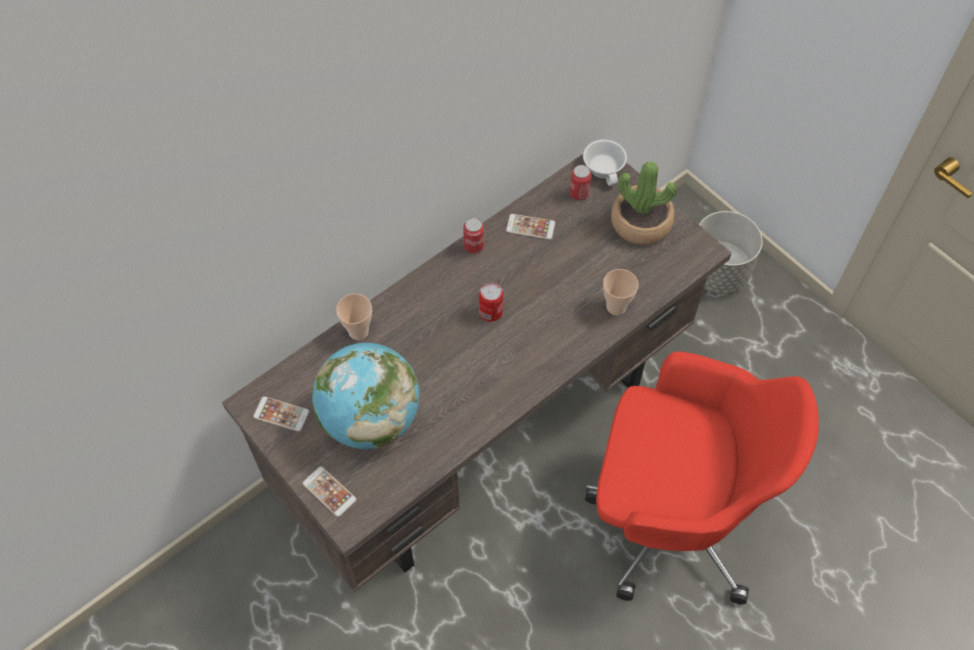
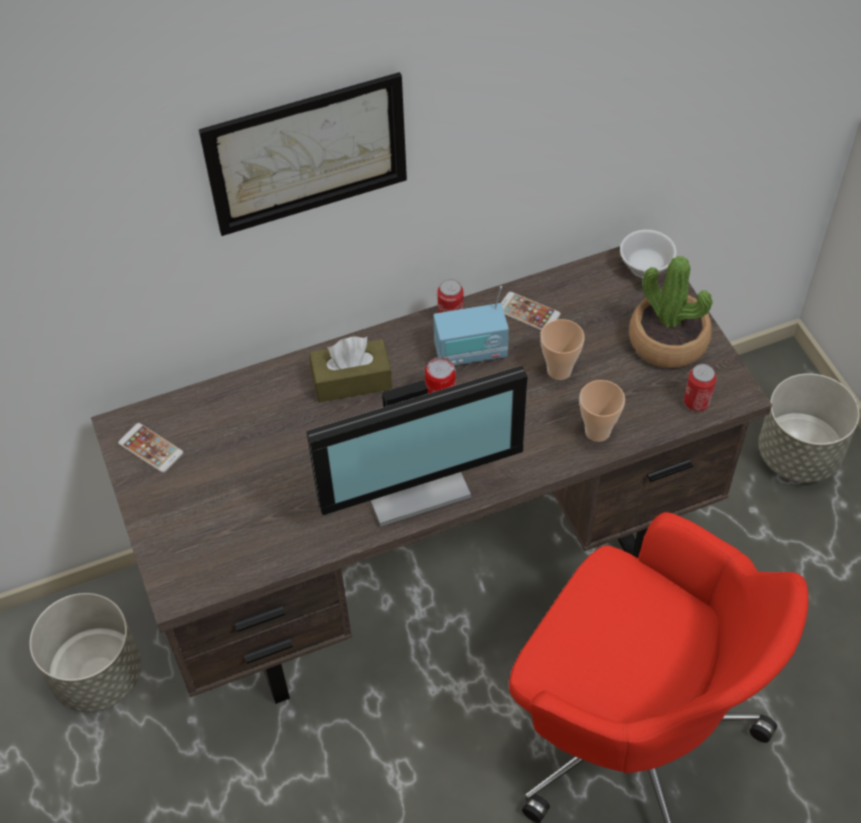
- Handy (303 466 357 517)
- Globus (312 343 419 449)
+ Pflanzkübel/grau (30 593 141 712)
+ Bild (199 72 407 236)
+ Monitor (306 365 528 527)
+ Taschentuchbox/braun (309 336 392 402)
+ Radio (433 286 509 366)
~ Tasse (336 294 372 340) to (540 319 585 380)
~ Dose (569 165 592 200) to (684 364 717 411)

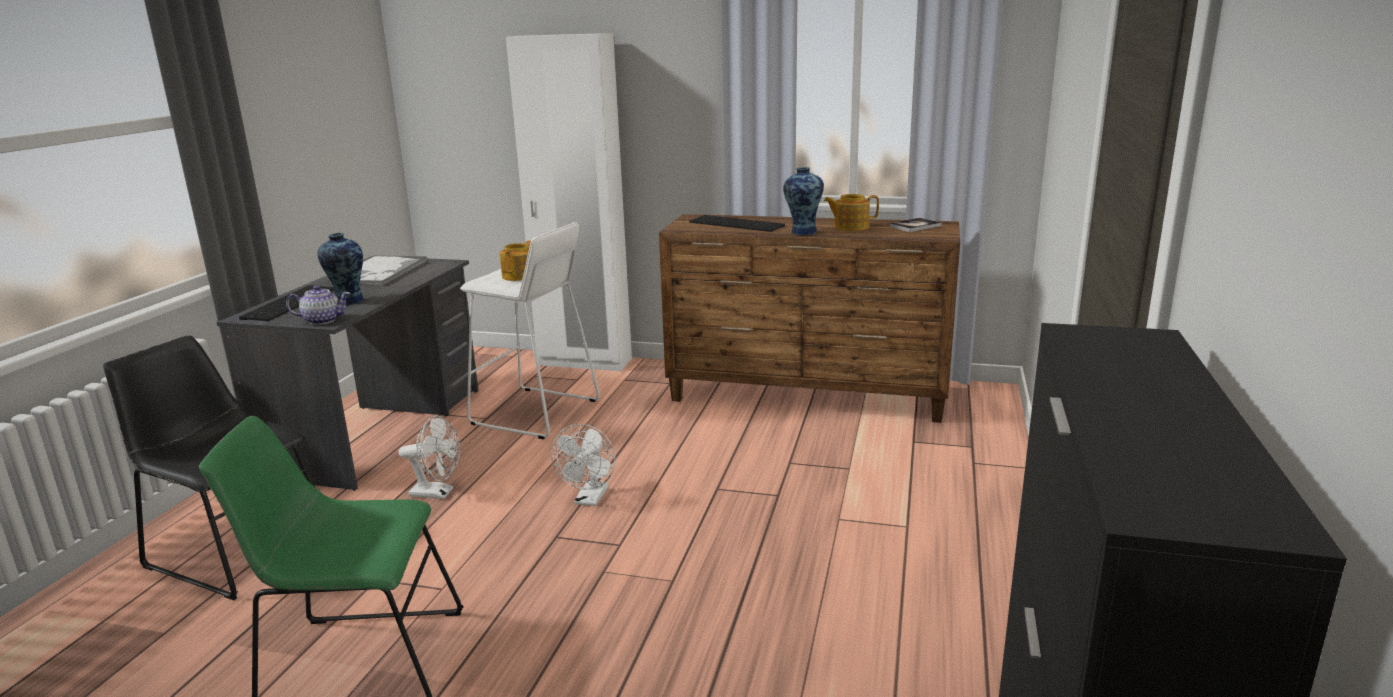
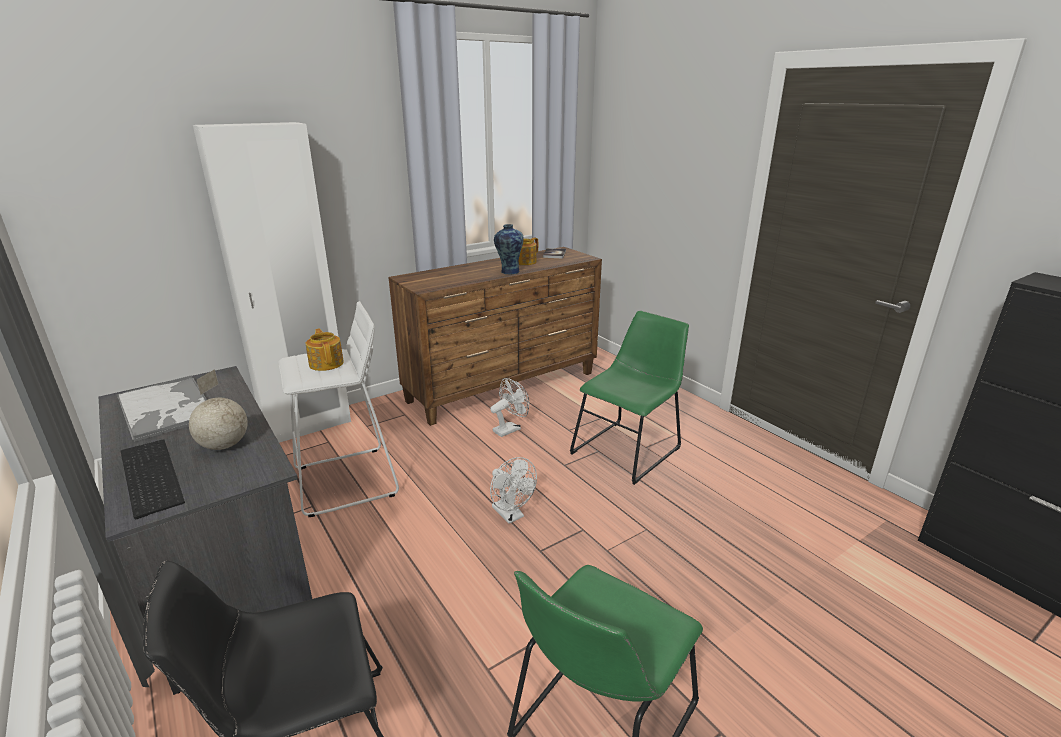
- Teekanne (286 285 350 325)
- Tastatur (689 215 785 232)
+ Stuhl/grün (570 311 689 485)
~ Ventilator/weiß (399 415 460 499) to (490 378 529 437)
~ Vase (317 233 364 305) to Globus (189 369 248 450)

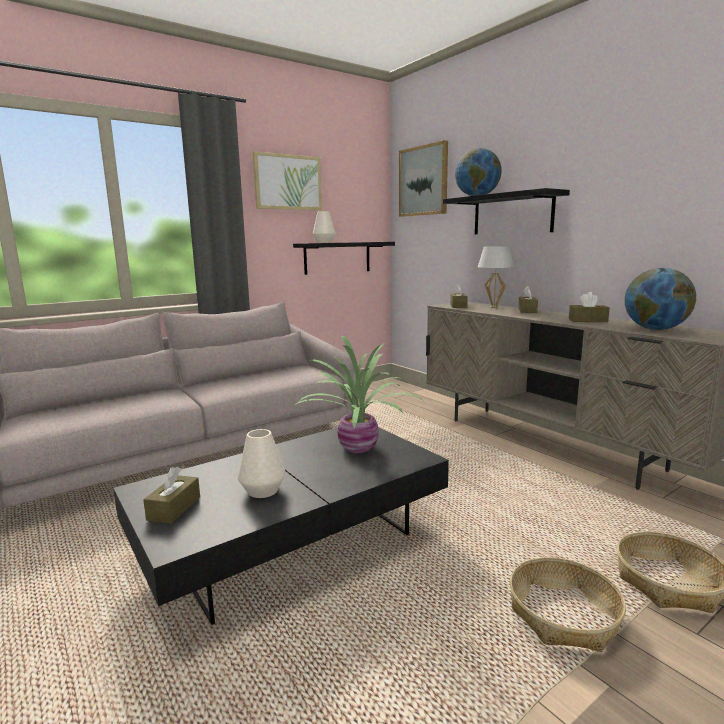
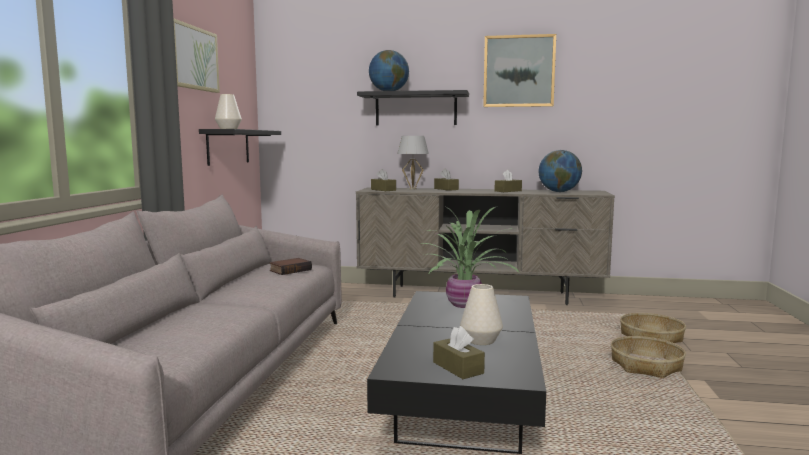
+ Buch (269 258 312 275)
~ Bild (399 140 448 217) to (483 34 556 107)

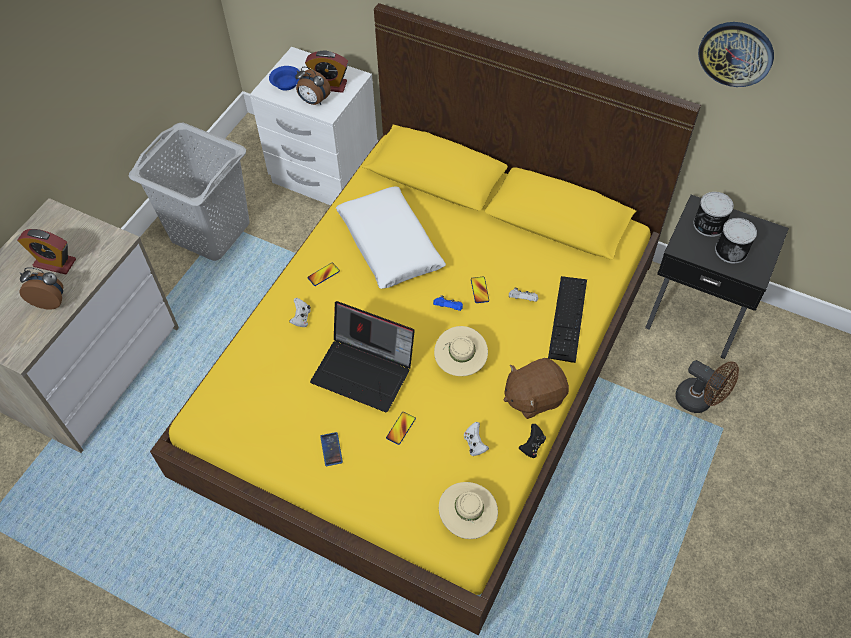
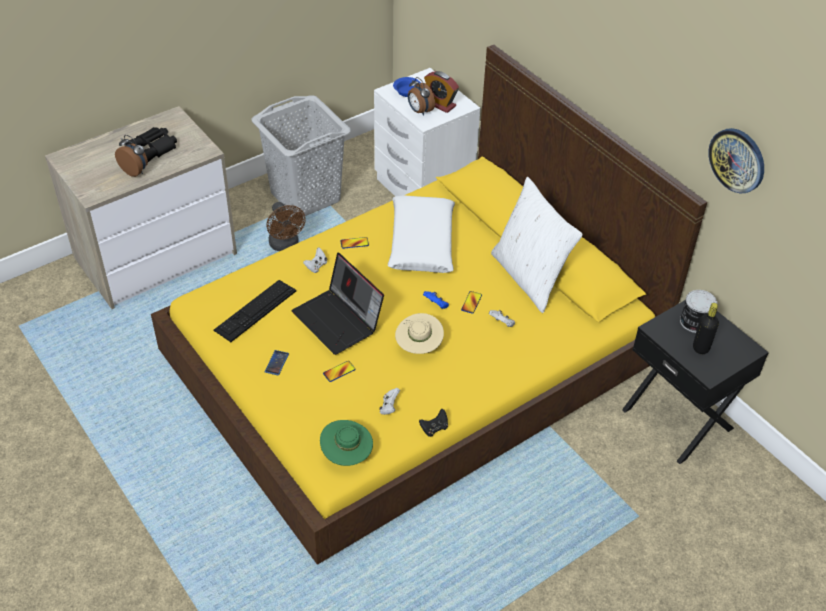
- Plüschtier/braun (503 358 569 419)
+ Kissen/weiß (491 177 583 313)
~ Tastatur (548 276 587 363) to (213 280 296 342)
~ Ventilator/braun (675 360 739 413) to (266 202 306 251)
~ Wecker (17 229 76 274) to Fernglas/schwarz (126 127 177 162)
~ Dose (715 218 757 264) to Flasche/schwarz (693 303 719 354)
~ Hut/beige (439 482 498 539) to Hut/grün (320 420 373 466)

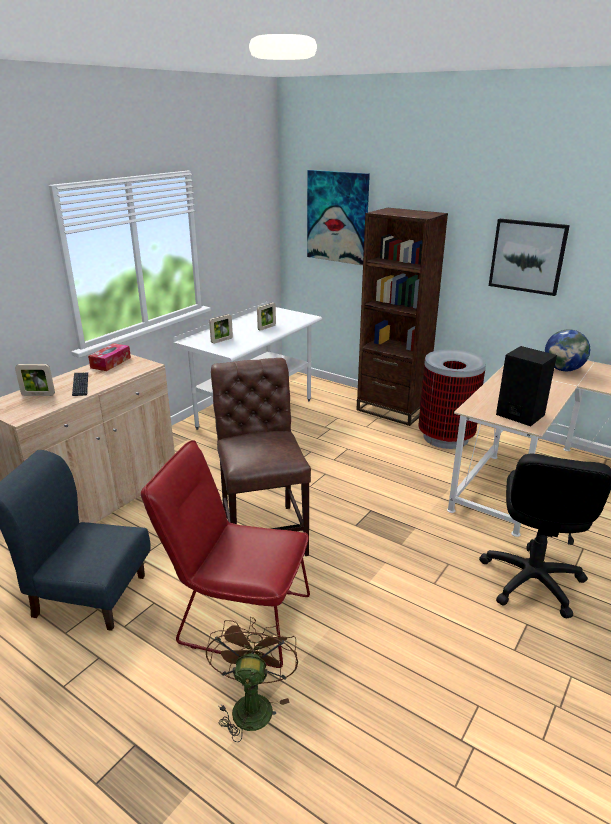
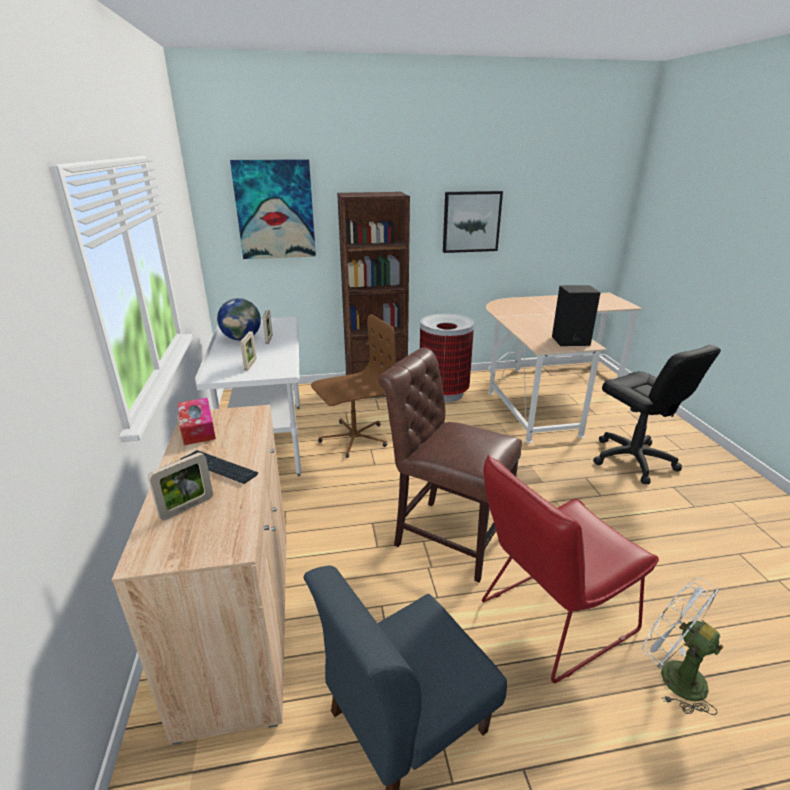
+ Bürostuhl/braun (311 314 396 458)
~ Globus (545 329 590 371) to (217 298 261 340)
~ Ventilator/braun (206 617 298 742) to Ventilator/weiß (643 577 723 715)

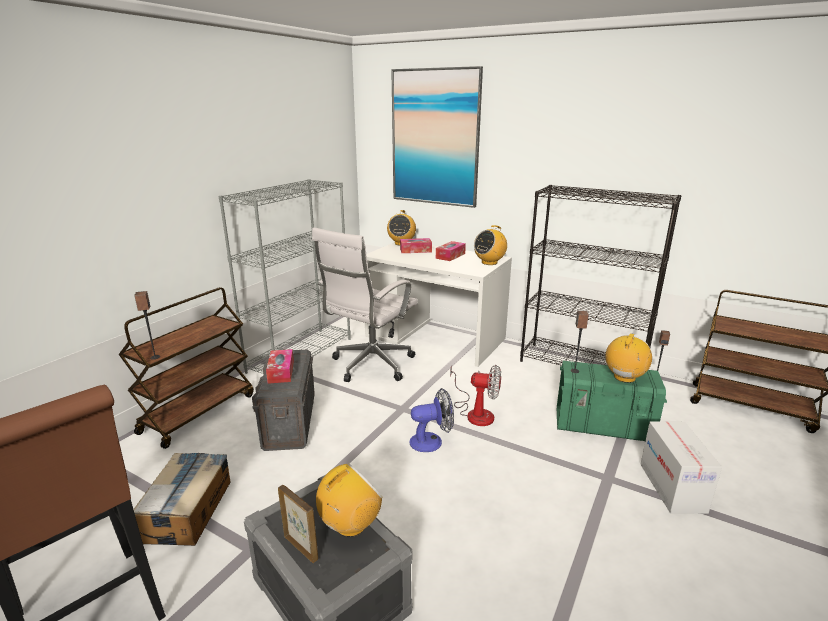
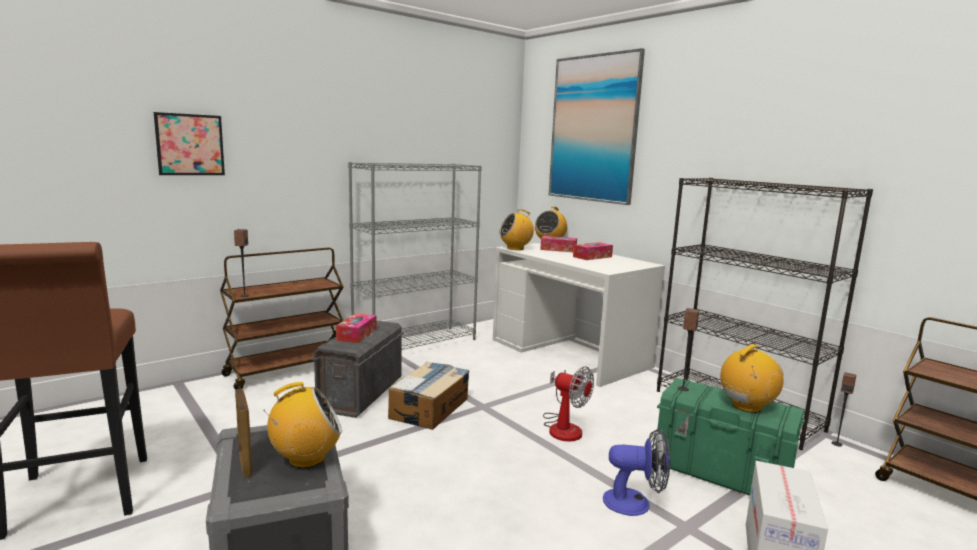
- Bürostuhl/weiß (312 228 418 382)
+ Bild (154 112 225 175)
~ Karton (133 453 231 546) to (388 361 469 430)
~ Ventilator (410 388 454 452) to (603 428 670 516)
~ Radio (474 225 507 265) to (499 209 534 250)

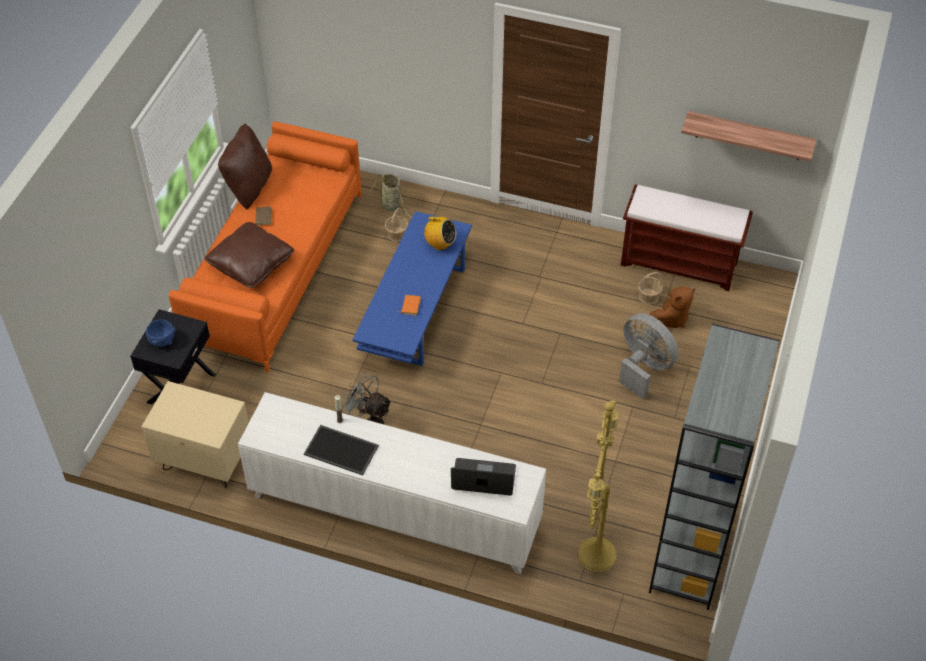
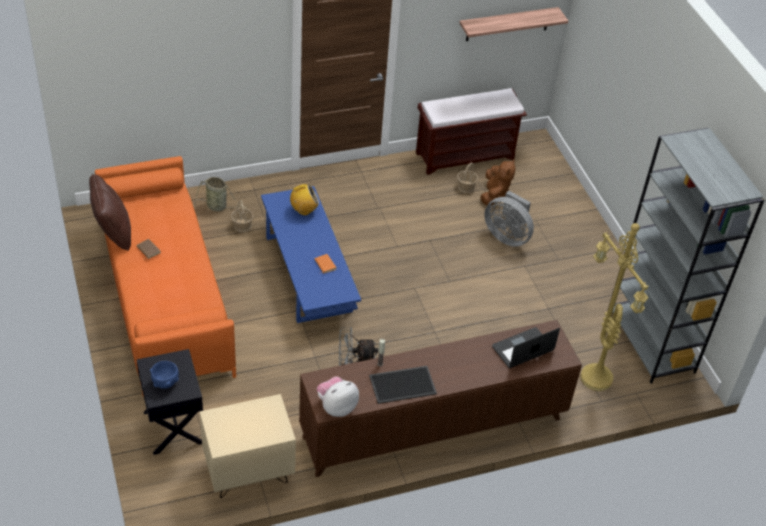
- Kissen/braun (205 222 294 288)
+ Plüschtier (317 376 359 417)
~ Schrank/weiß (238 392 546 574) to Schrank/braun (299 320 582 477)
~ Ventilator/grau (619 313 678 399) = (484 191 534 247) 150 degrees counterclockwise

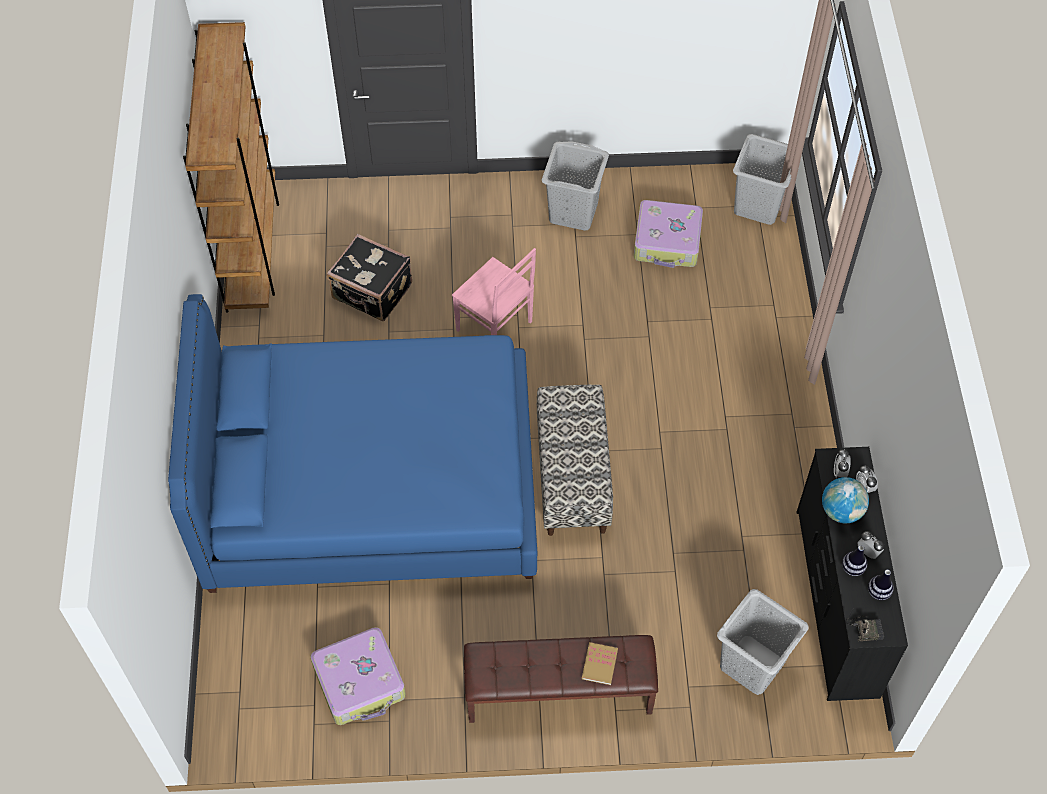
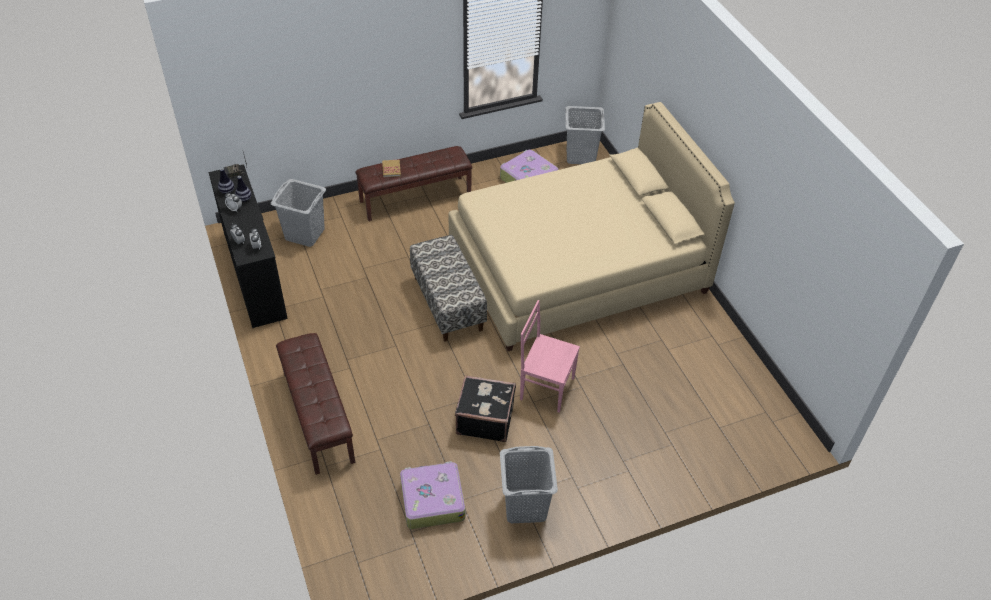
- Bücherregal/braun (183 22 279 313)
- Globus (822 477 869 523)
+ Bank/braun (276 333 355 475)
~ Koffer/schwarz (327 234 412 321) to (455 375 516 442)
~ Wäschekorb/grau (733 134 791 225) to (565 106 605 164)
~ Bett/blau (168 294 537 593) to Bett/beige (448 102 735 351)

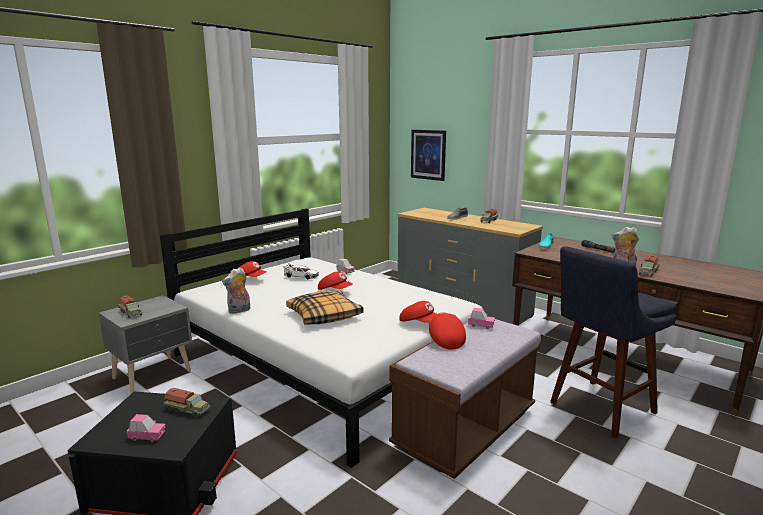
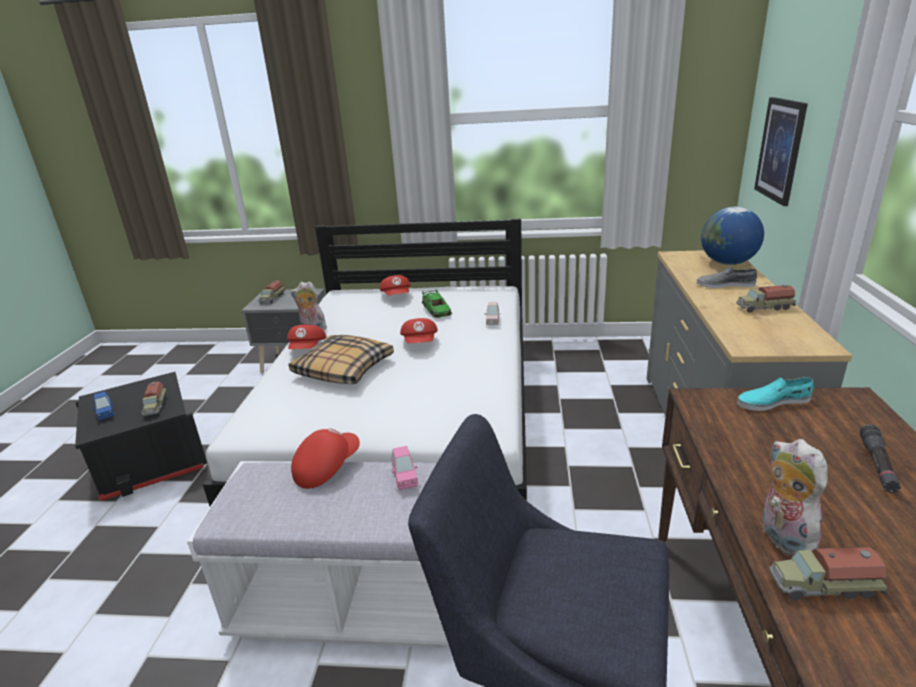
+ Globus (701 207 764 265)
~ Kappe/rot (399 301 437 323) to (287 325 326 349)
~ Spielzeugauto/rosa (126 414 166 442) to Spielzeugauto/blau (93 392 114 420)
~ Spielzeugauto/weiß (283 263 319 279) to Spielzeugauto/grün (422 289 452 318)
~ Bank/braun (389 319 542 479) to Bank/weiß (187 461 449 648)

